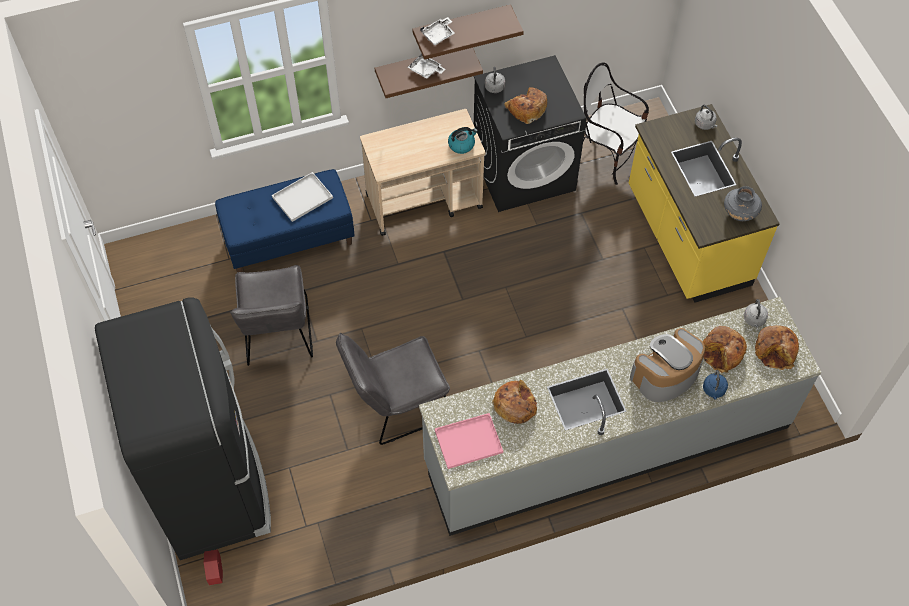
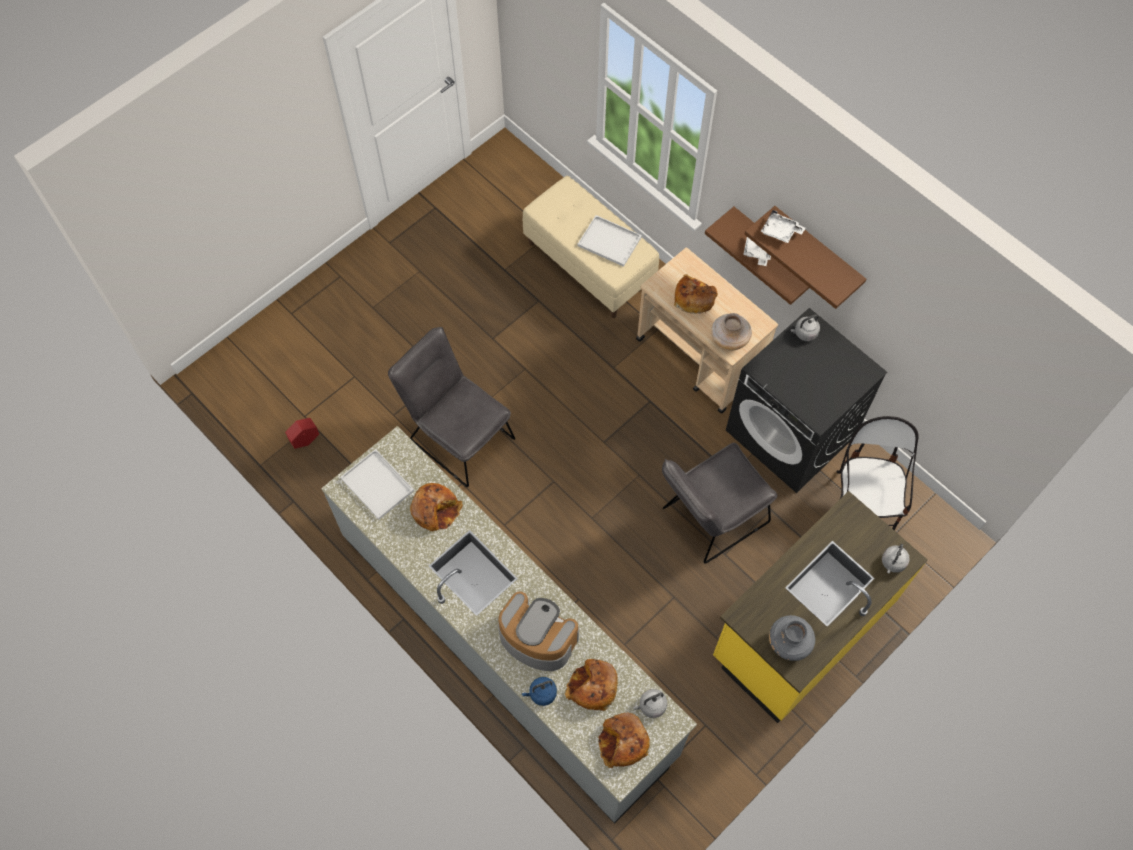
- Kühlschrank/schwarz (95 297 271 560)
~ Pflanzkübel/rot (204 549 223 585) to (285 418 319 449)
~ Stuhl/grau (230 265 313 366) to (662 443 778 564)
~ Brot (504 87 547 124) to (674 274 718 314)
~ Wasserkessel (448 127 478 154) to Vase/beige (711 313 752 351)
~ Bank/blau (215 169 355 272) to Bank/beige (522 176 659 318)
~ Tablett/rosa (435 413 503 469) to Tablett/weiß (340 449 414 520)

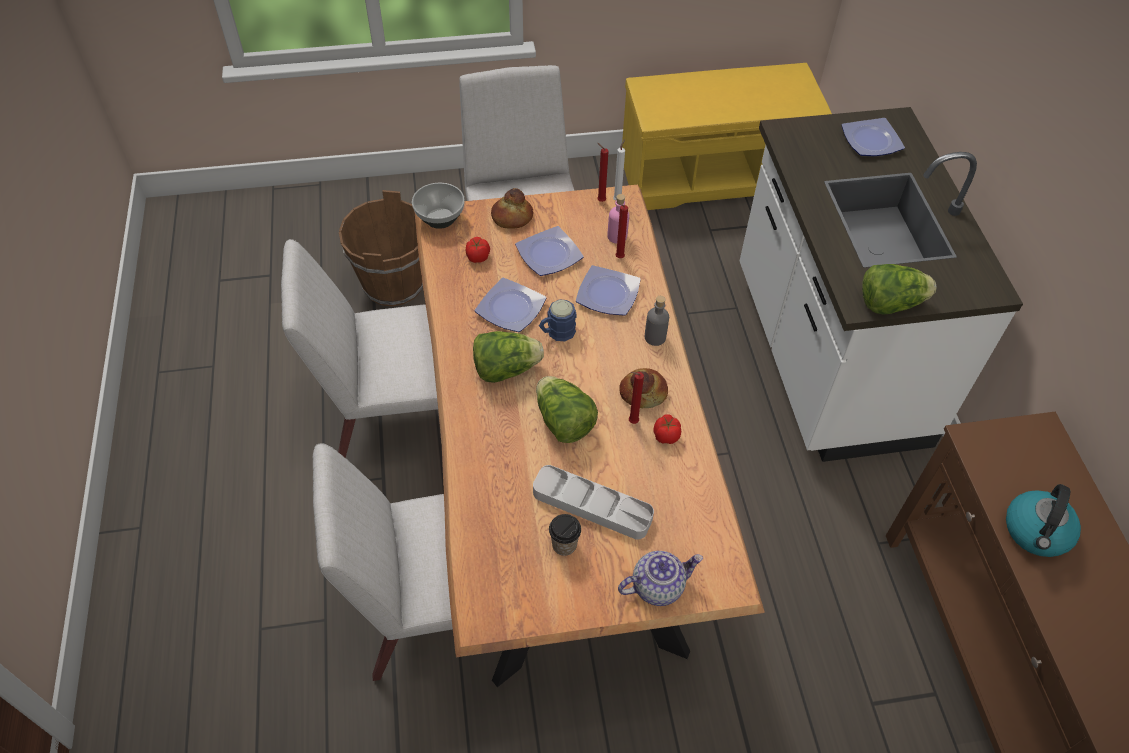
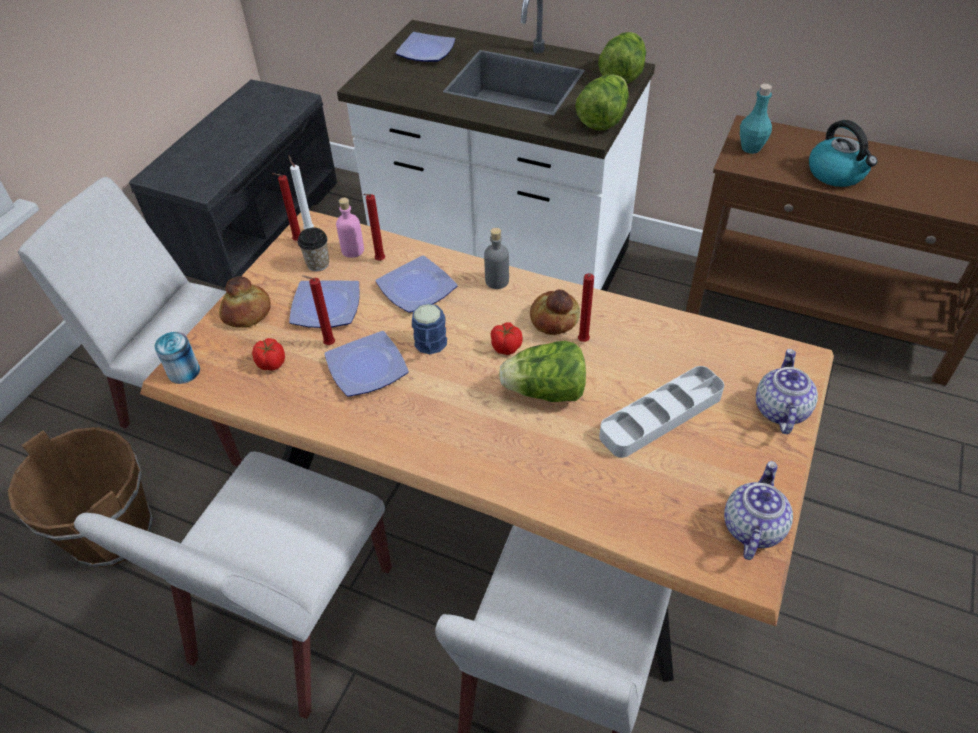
+ Kerze/rot (302 275 335 345)
+ Teekanne (724 461 793 560)
+ Flasche/türkis (740 84 772 154)
~ Salatkopf (473 331 544 383) to (598 32 646 84)
~ Tasse (549 514 581 556) to (298 228 329 271)
~ Tomate (653 414 681 444) to (490 322 523 355)
~ Schüssel (412 183 465 229) to Dose (154 332 200 384)
~ Bank/gelb (622 63 832 210) to Bank/grau (129 80 337 288)

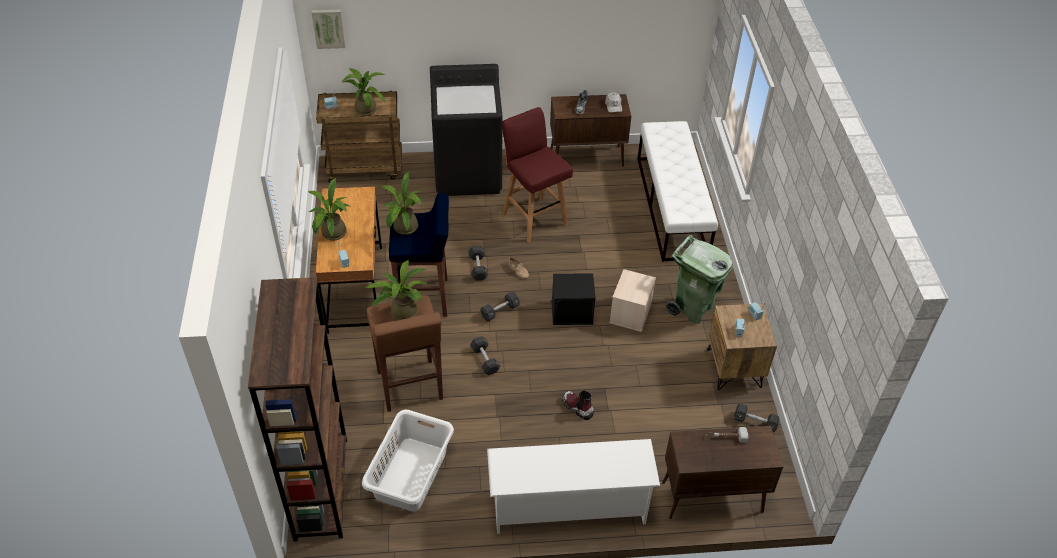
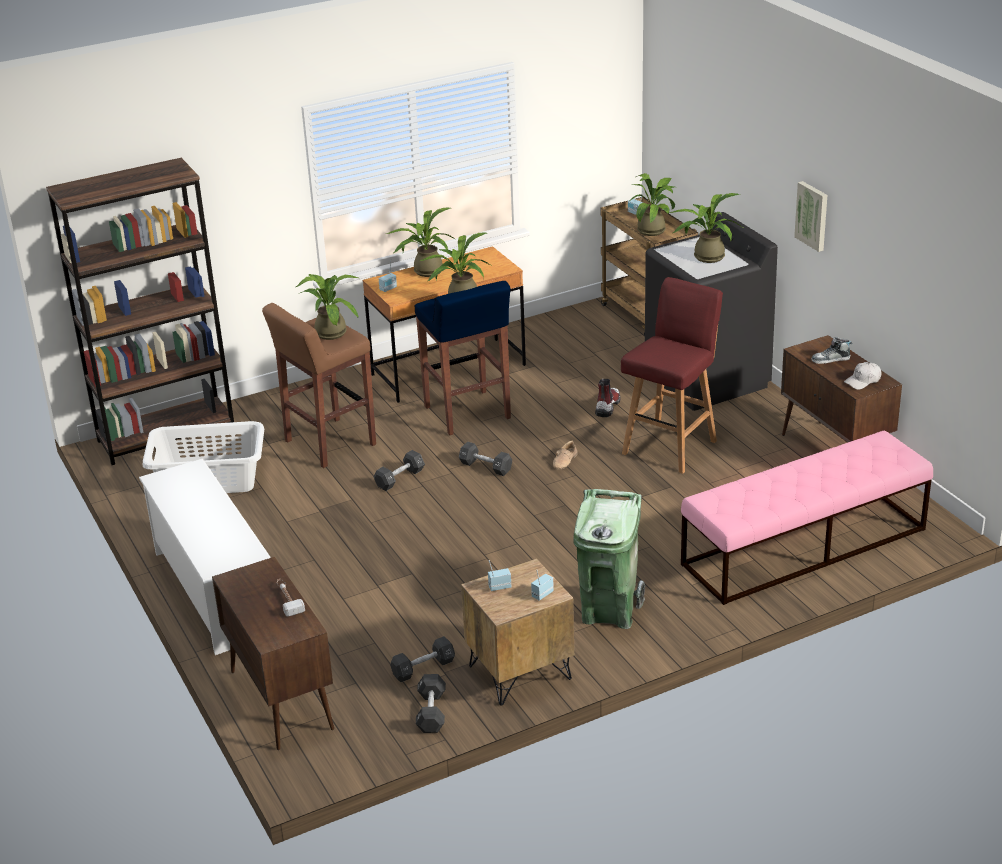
- Aufbewahrungsbox/schwarz (551 273 596 325)
- Aufbewahrungsbox/beige (610 269 656 332)
+ Topfpflanze (668 193 743 263)
~ Bild (311 10 345 49) to (794 181 827 252)
~ Hantel/schwarz (468 246 488 281) to (390 636 455 682)
~ Stiefel (562 390 594 420) to (595 379 620 417)
~ Bank/weiß (637 121 718 262) to Bank/rosa (681 431 933 605)

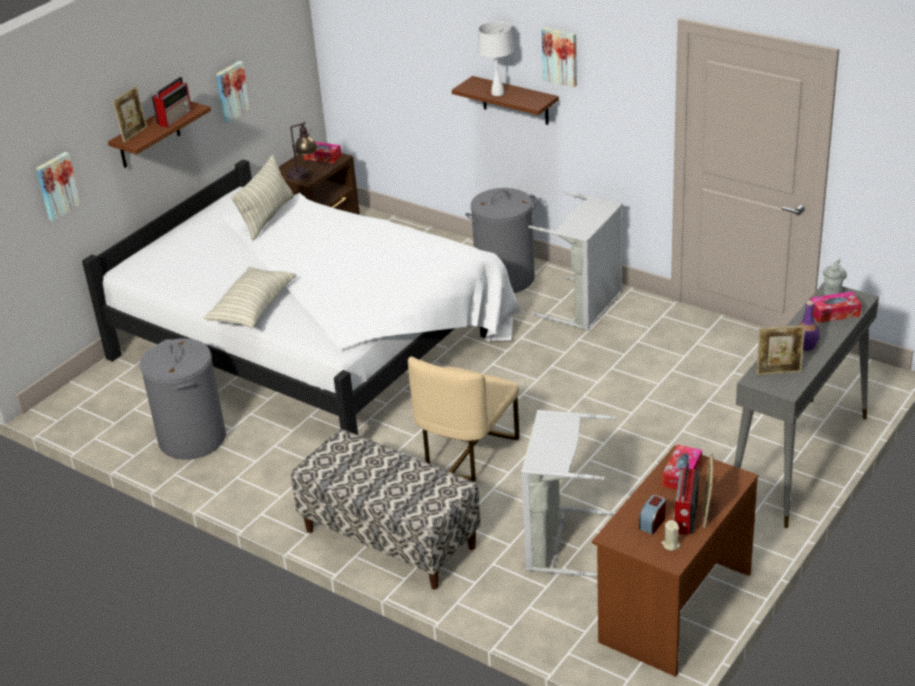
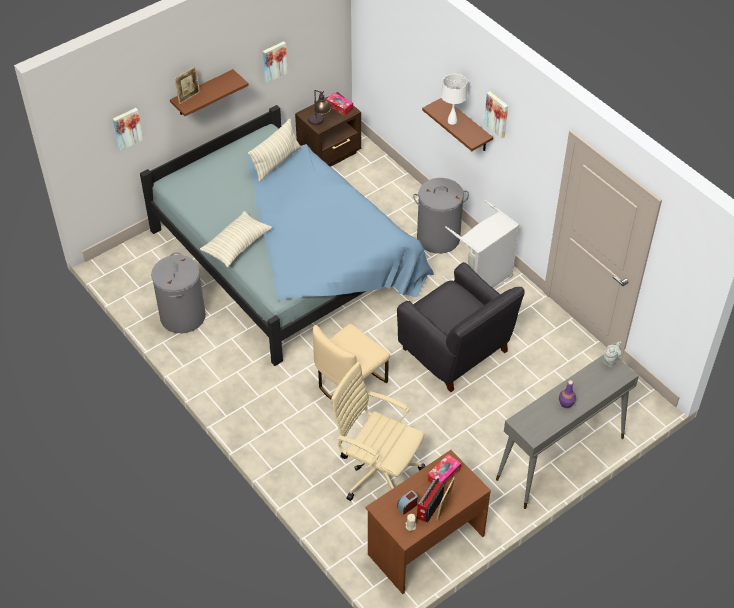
- Radio (152 77 192 127)
- Bank (291 429 481 589)
- Bilderrahmen (756 325 805 375)
- Taschentuchbox (810 291 862 323)
+ Sessel/schwarz (397 262 525 392)
~ Wäschekorb/grau (521 410 616 577) to Bürostuhl/beige (330 362 426 501)
~ Bett/weiß (82 159 521 435) to Bett/blau (140 105 434 366)

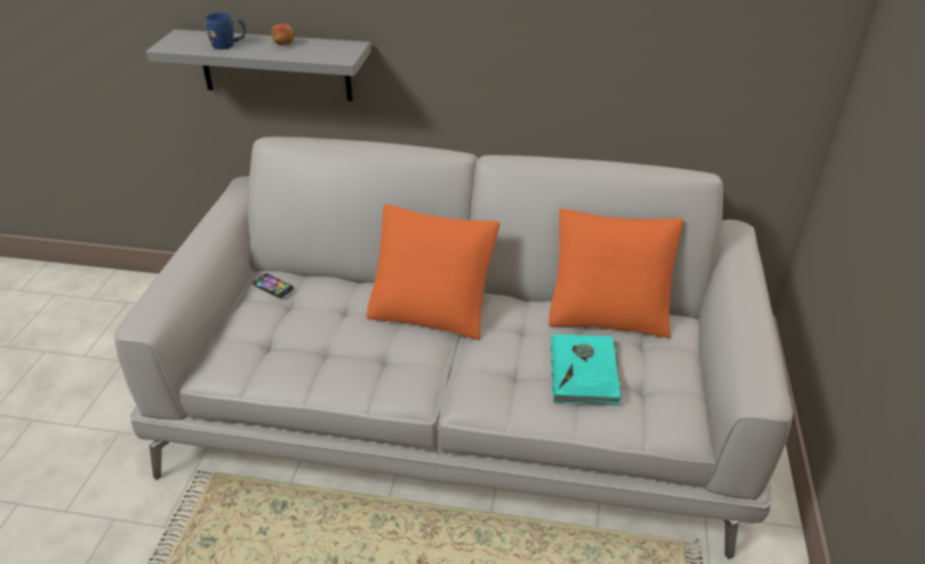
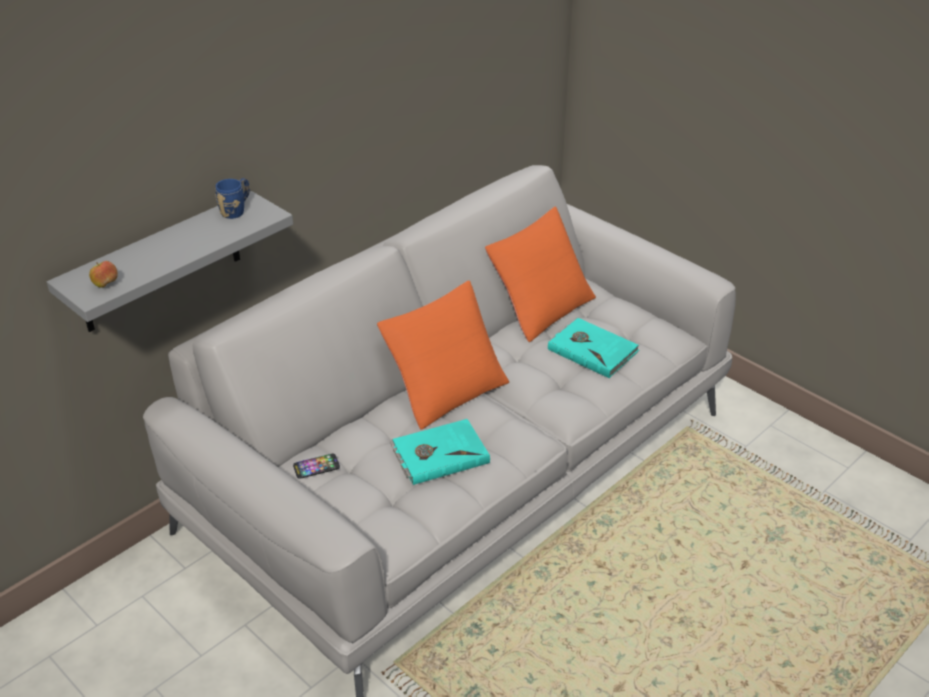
+ Buch/türkis (390 419 490 485)
~ Henkelbecher/blau (205 13 246 50) to (215 178 250 219)
~ Apfel (271 23 295 45) to (89 261 118 288)

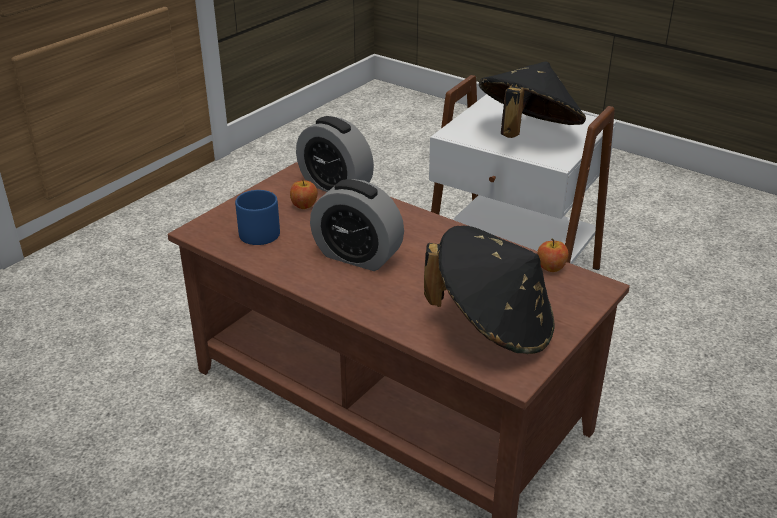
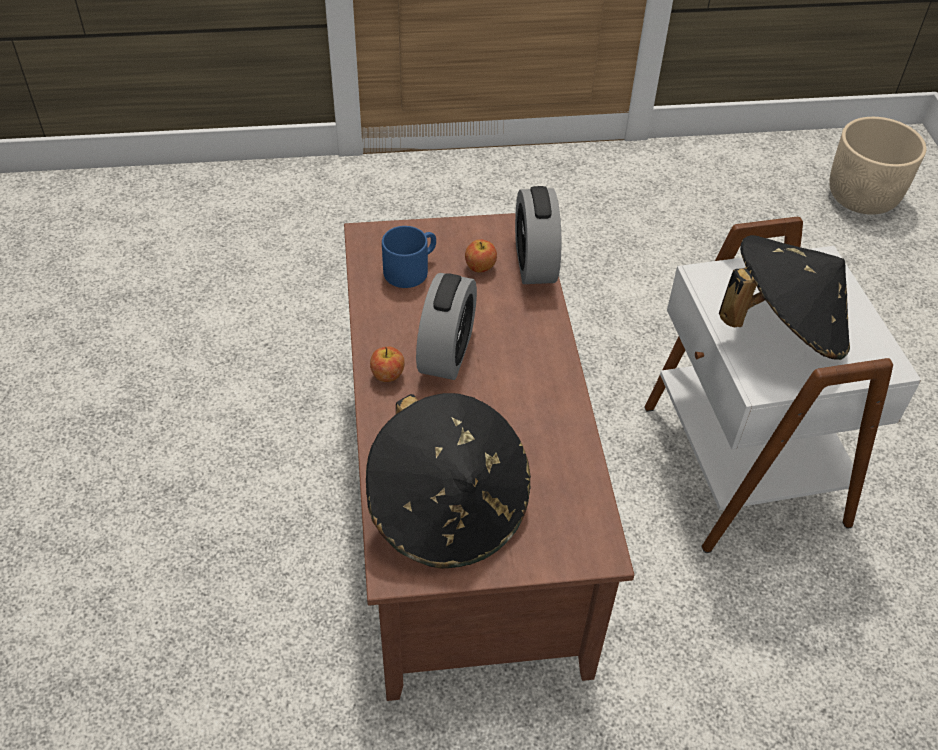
+ Pflanzkübel/beige (829 117 927 215)
~ Apfel (537 238 568 272) to (370 347 405 382)
~ Wecker (310 179 404 271) = (416 273 477 380) 150 degrees counterclockwise

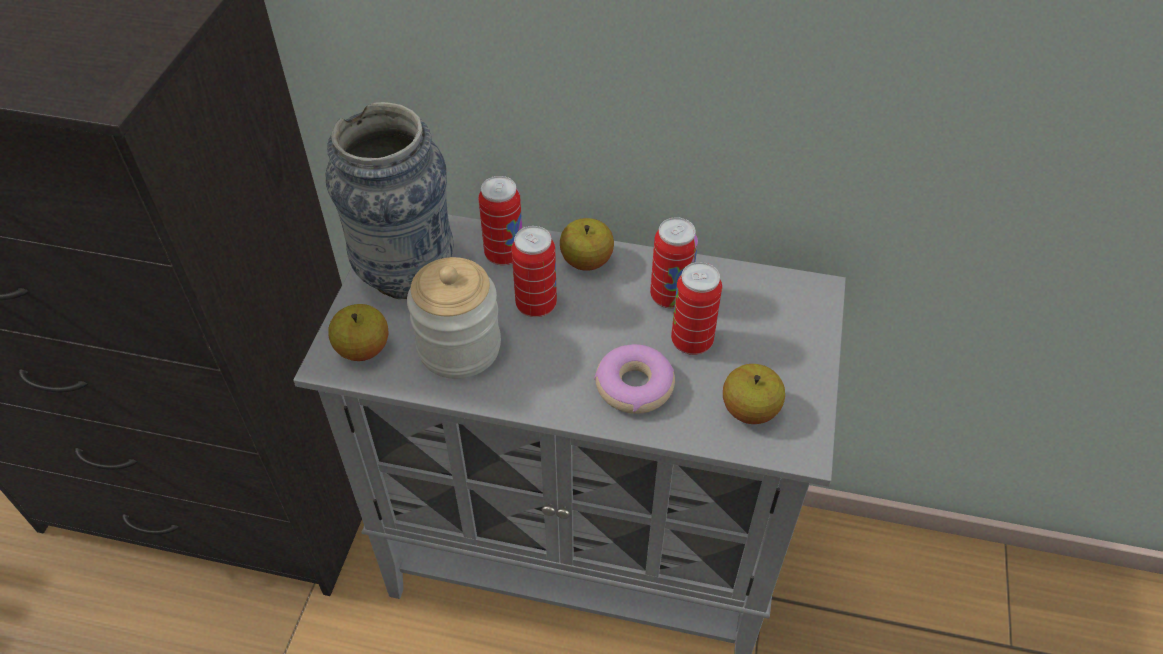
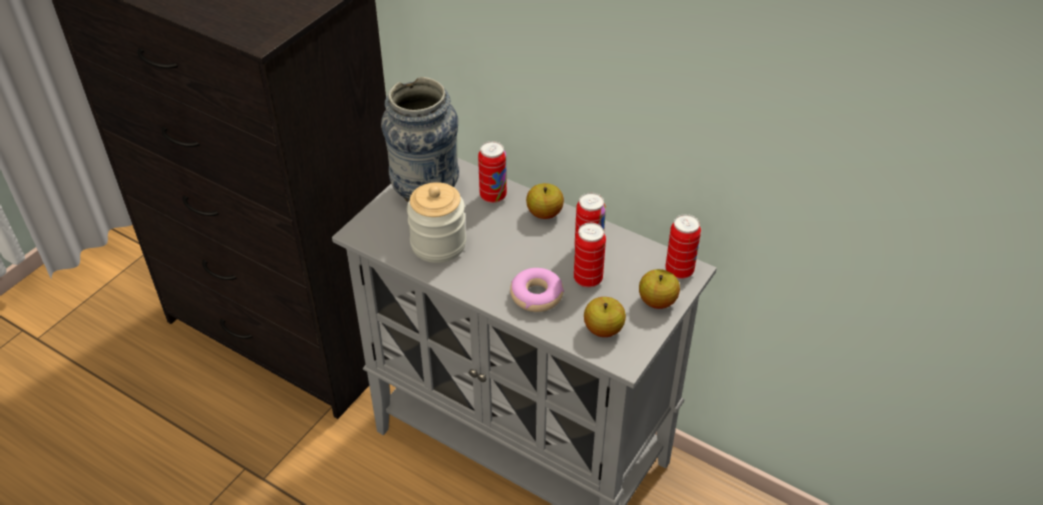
~ Apfel (328 304 389 361) to (639 269 680 309)
~ Dose (511 226 557 317) to (665 214 701 279)

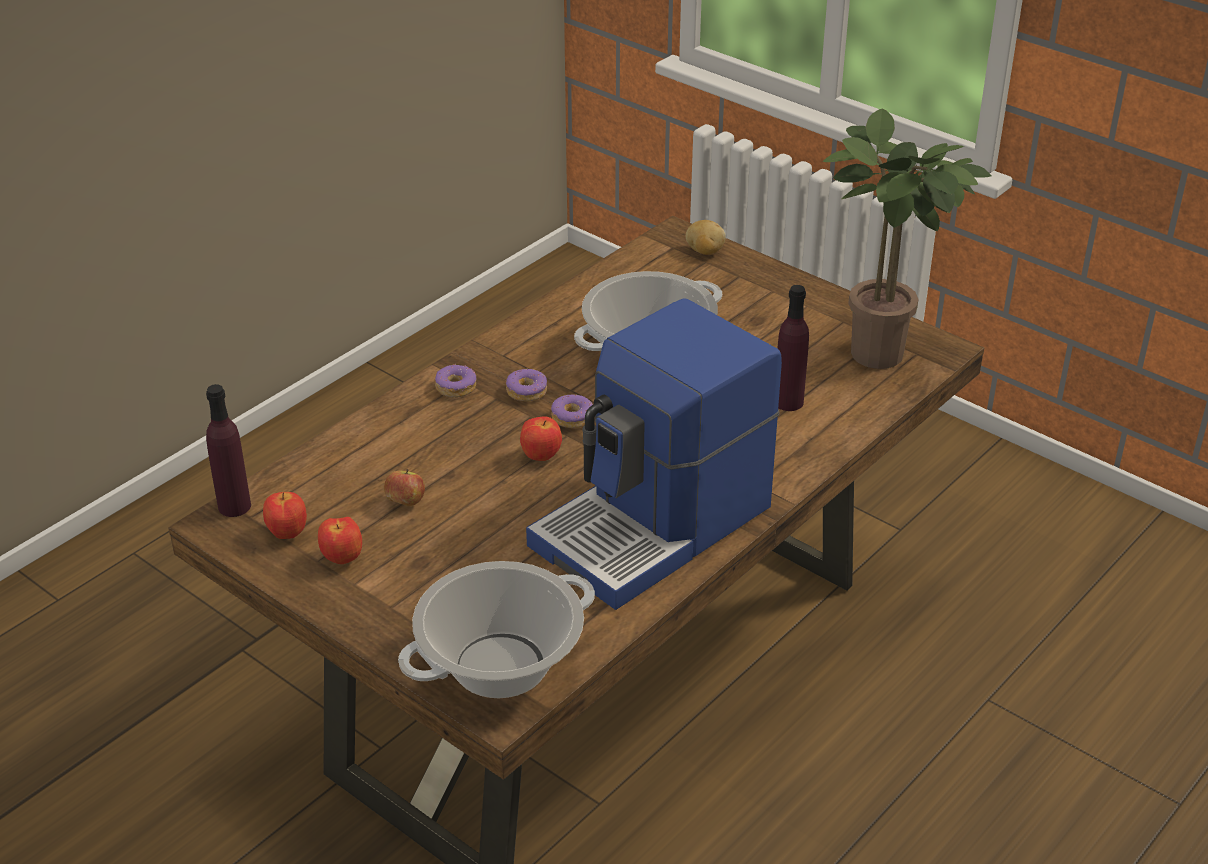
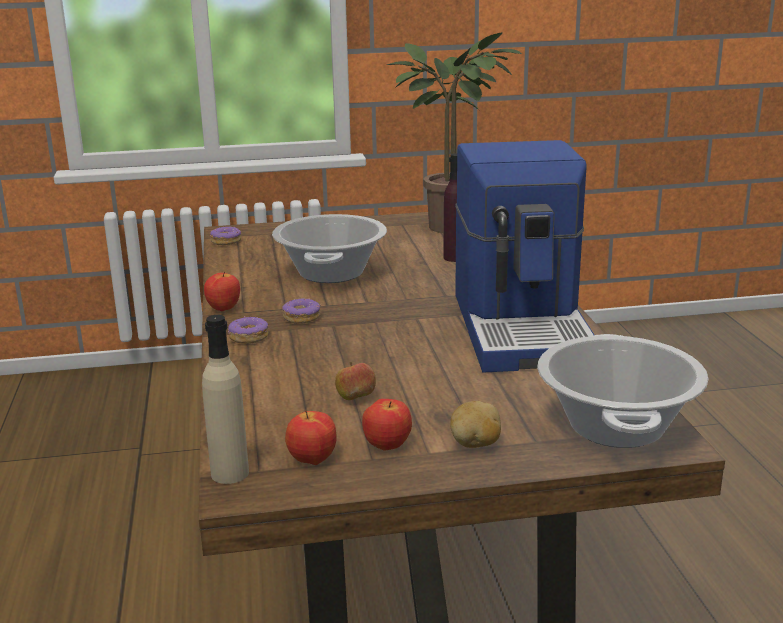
~ Apfel (520 417 562 461) to (204 271 240 311)
~ Donut (551 395 593 428) to (210 227 241 245)
~ Kartoffel (686 220 726 255) to (450 401 501 448)
~ Flasche/lila (206 384 251 517) to Flasche/beige (202 315 249 484)

